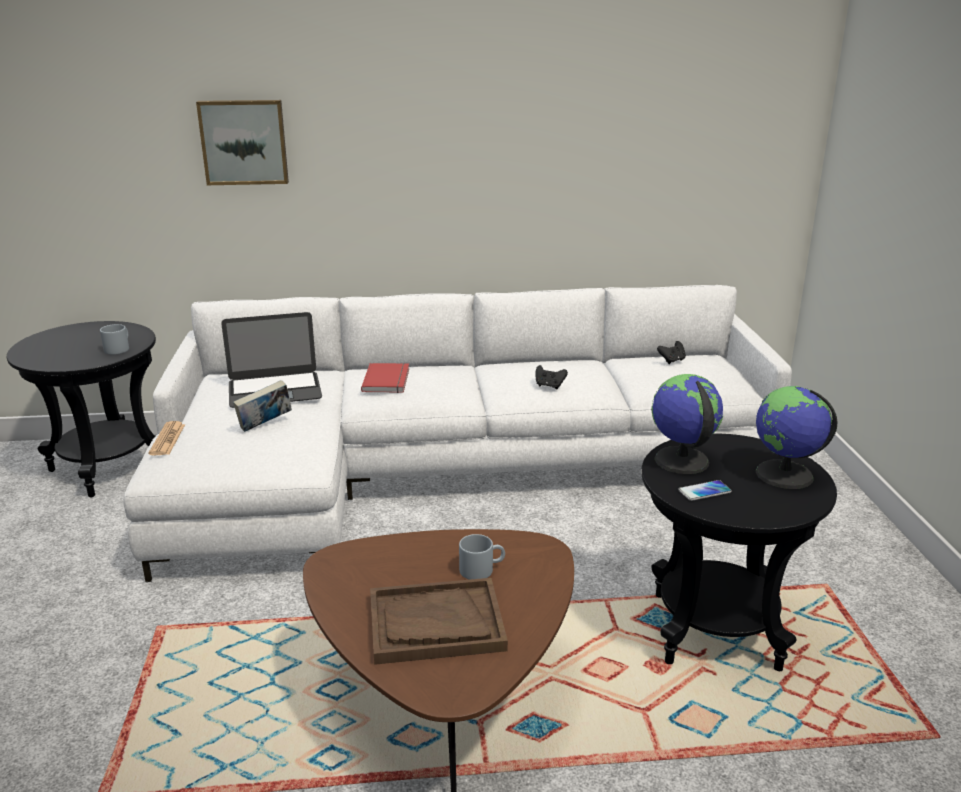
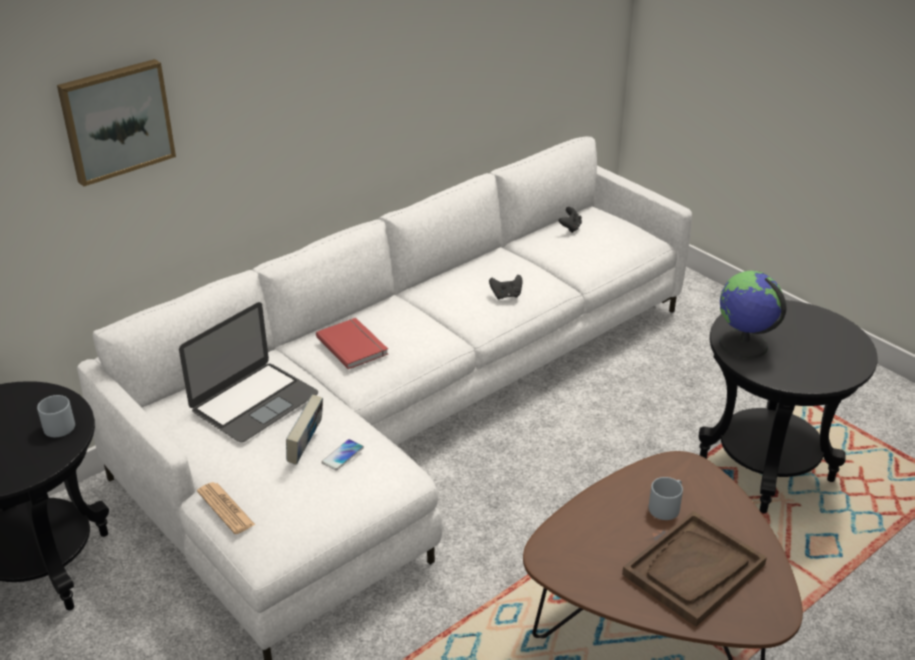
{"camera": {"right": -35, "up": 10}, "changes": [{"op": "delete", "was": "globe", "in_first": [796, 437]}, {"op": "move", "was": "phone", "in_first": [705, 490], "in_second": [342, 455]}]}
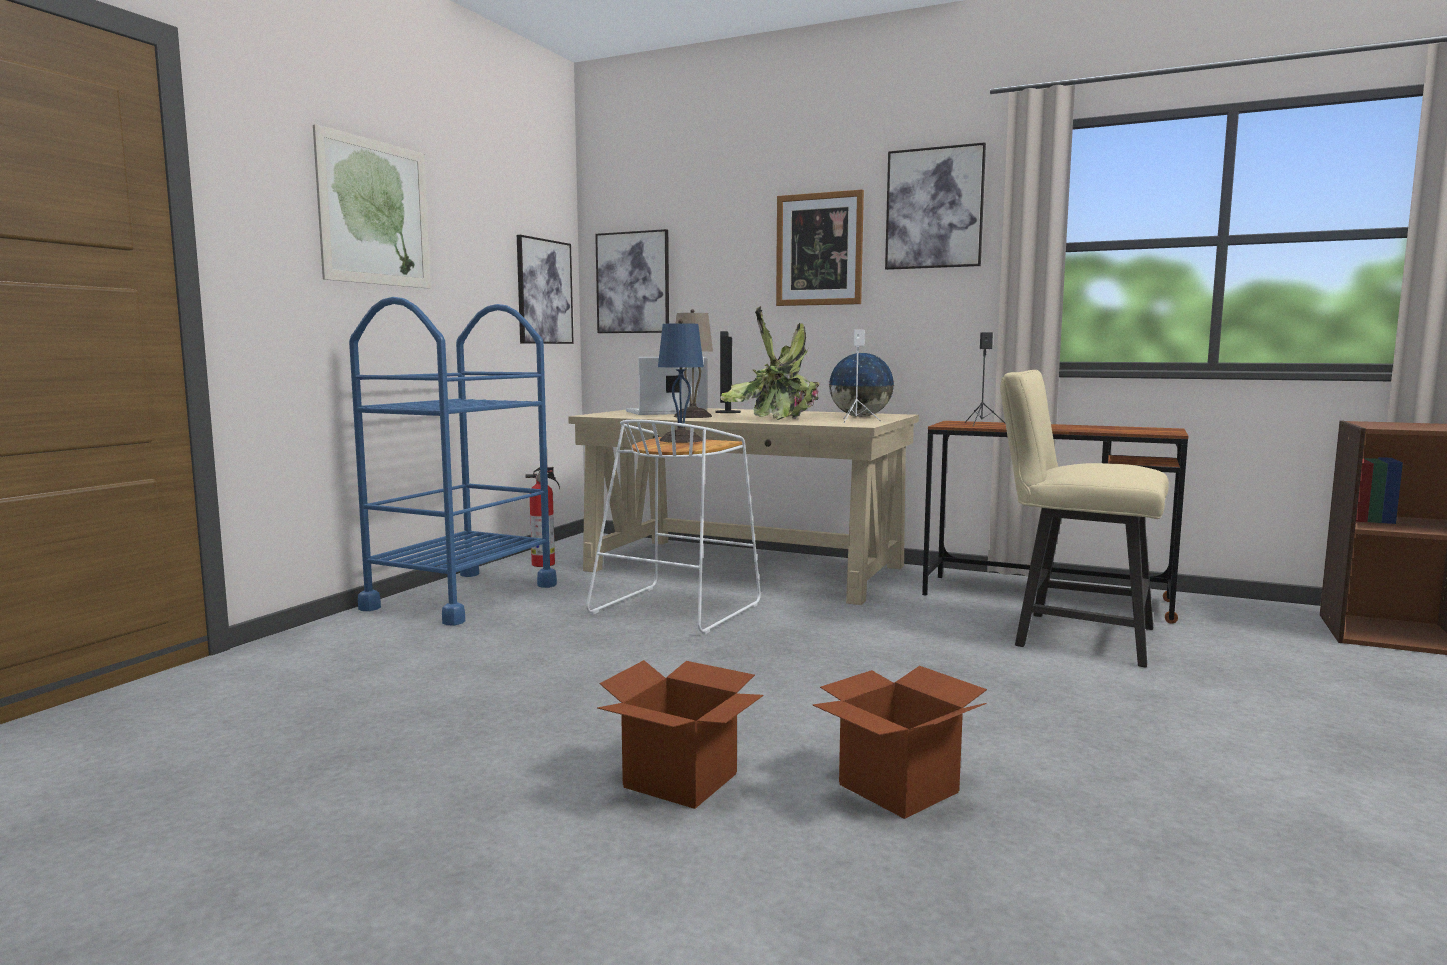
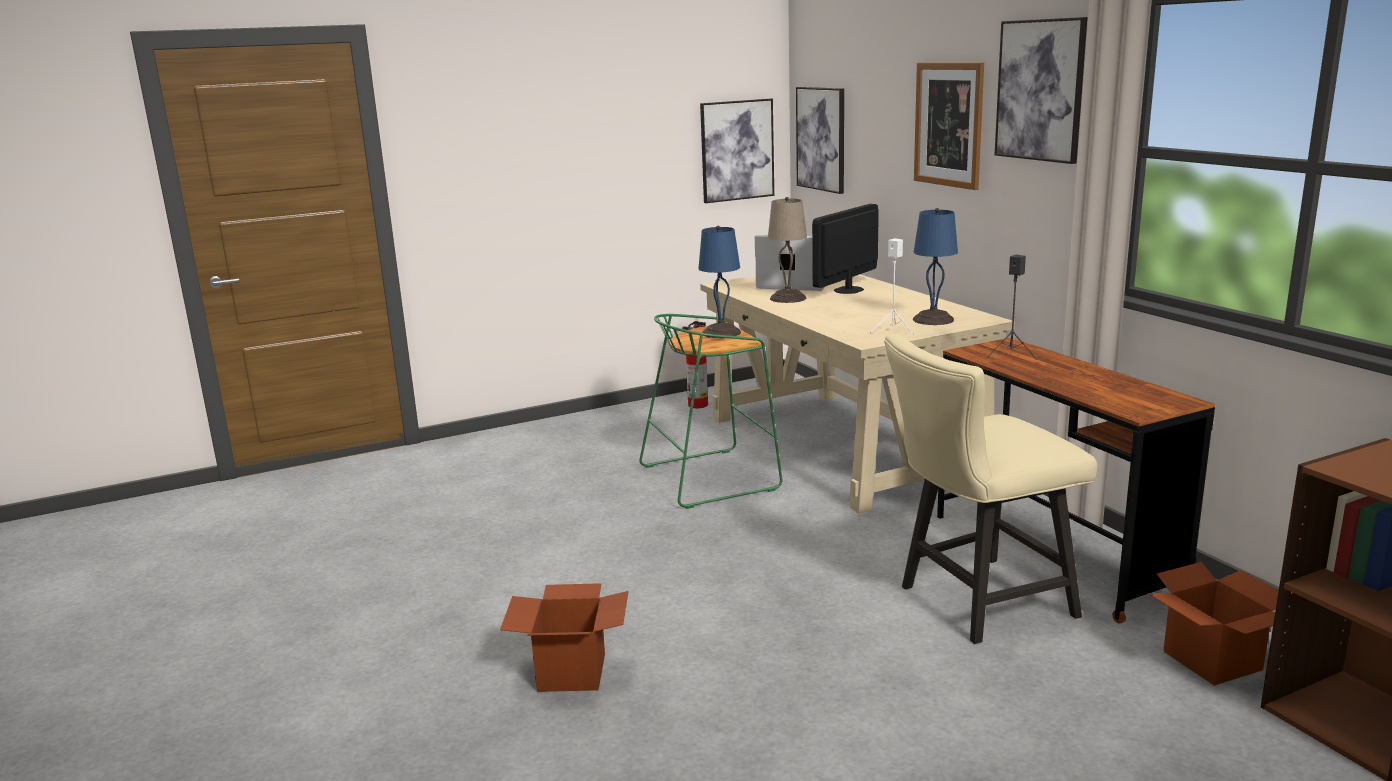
{"camera": {"right": 40, "up": 10}, "changes": [{"op": "delete", "was": "picture", "in_first": [372, 206]}, {"op": "delete", "was": "cart in blue", "in_first": [453, 461]}, {"op": "delete", "was": "potted plant", "in_first": [770, 363]}, {"op": "replace", "was": "globe", "now": "table lamp in blue", "in_first": [862, 385], "in_second": [935, 266]}, {"op": "rotate", "was": "chair in beige", "in_first": [1084, 519], "in_second": [990, 489], "clockwise": -90}, {"op": "recolor", "was": "stool in white", "now": "stool in green", "in_first": [673, 527], "in_second": [710, 411]}, {"op": "move", "was": "cardboard box", "in_first": [680, 734], "in_second": [1213, 624]}]}
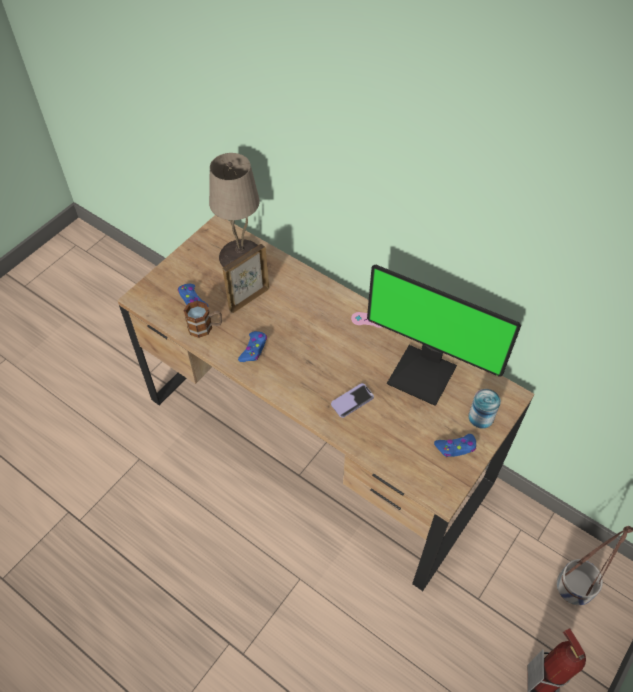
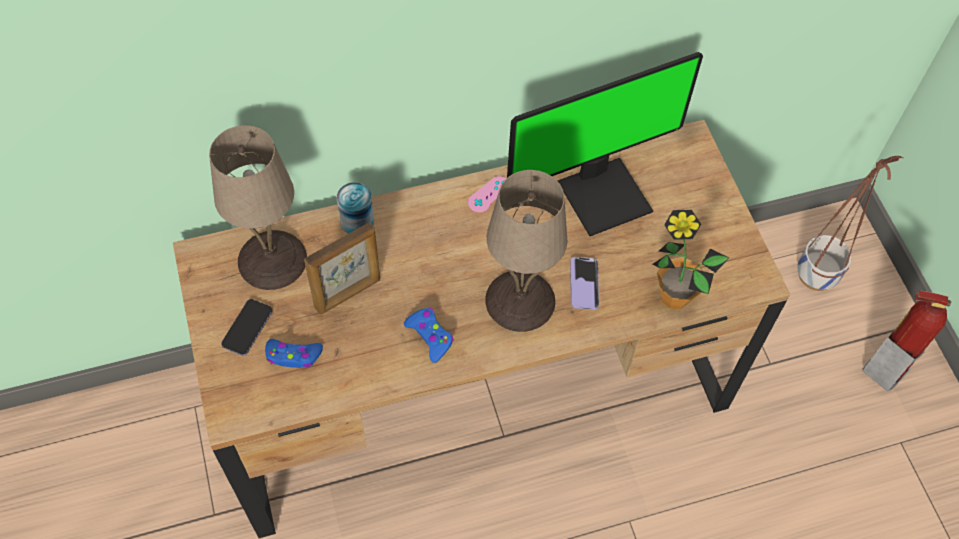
{"camera": {"right": -55, "up": 5}, "changes": [{"op": "rotate", "was": "picture frame", "in_first": [246, 278], "in_second": [342, 268], "clockwise": -120}, {"op": "delete", "was": "mug", "in_first": [203, 319]}, {"op": "move", "was": "can", "in_first": [484, 409], "in_second": [355, 208]}, {"op": "delete", "was": "game controller in blue", "in_first": [455, 445]}, {"op": "insert", "now": "table lamp in beige", "in_second": [526, 251]}, {"op": "insert", "now": "potted plant", "in_second": [690, 259]}, {"op": "insert", "now": "phone", "in_second": [247, 327]}]}
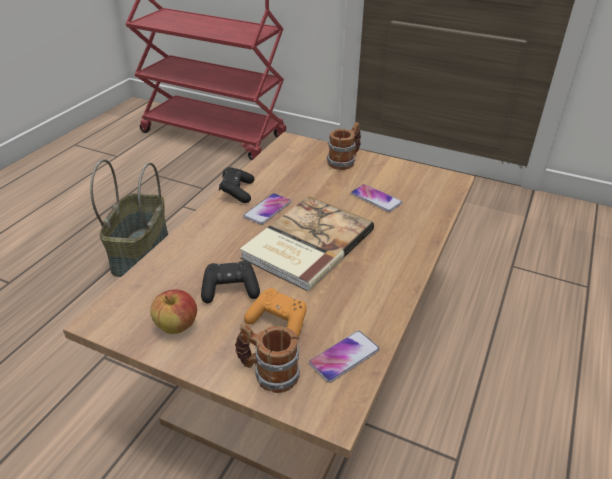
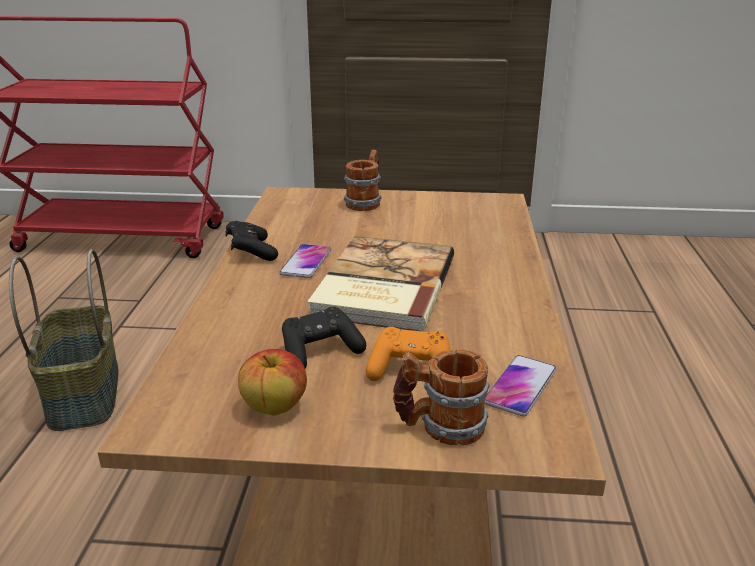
{"camera": {"right": -20, "up": -10}, "changes": [{"op": "delete", "was": "phone", "in_first": [376, 198]}]}
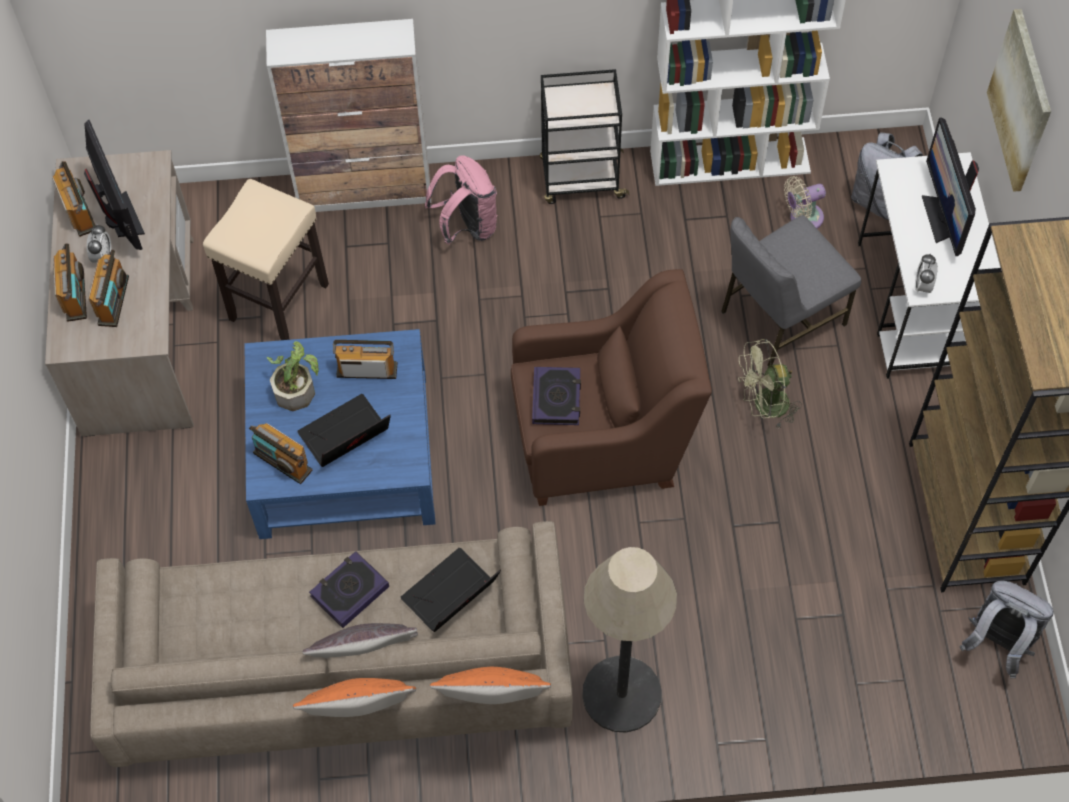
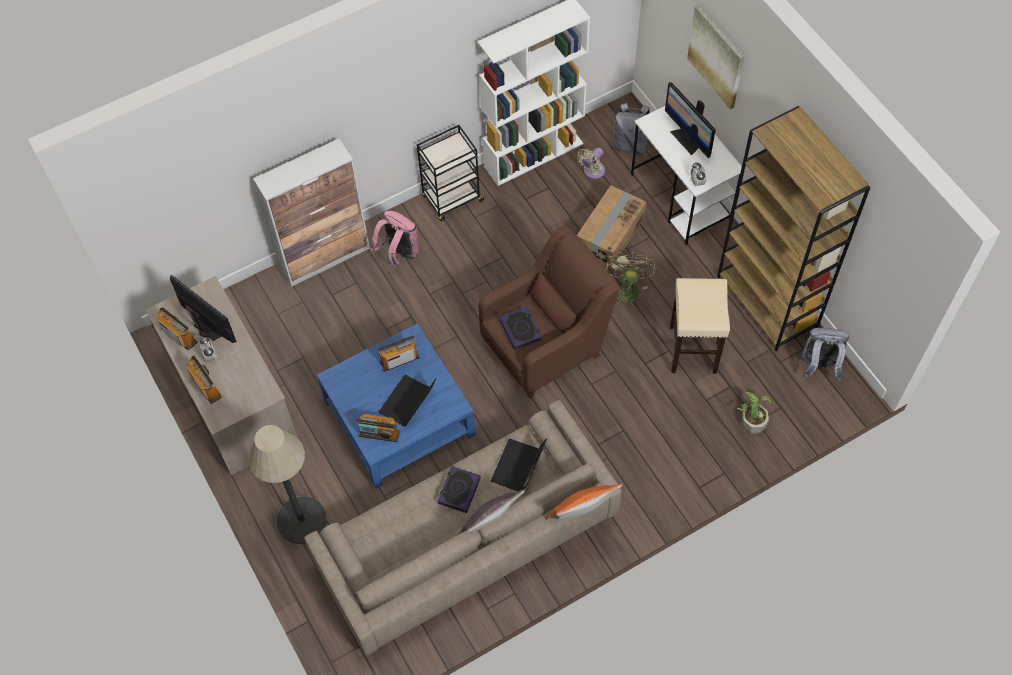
{"camera": {"right": -25, "up": 0}, "changes": [{"op": "move", "was": "stool in beige", "in_first": [266, 259], "in_second": [700, 326]}, {"op": "replace", "was": "chair in grey", "now": "cardboard box", "in_first": [791, 290], "in_second": [611, 226]}, {"op": "delete", "was": "radio", "in_first": [108, 288]}, {"op": "rotate", "was": "fan in green", "in_first": [770, 384], "in_second": [631, 280], "clockwise": 135}, {"op": "move", "was": "potted plant", "in_first": [292, 376], "in_second": [755, 413]}, {"op": "move", "was": "floor lamp", "in_first": [629, 640], "in_second": [287, 484]}, {"op": "delete", "was": "pillow in orange", "in_first": [354, 697]}]}
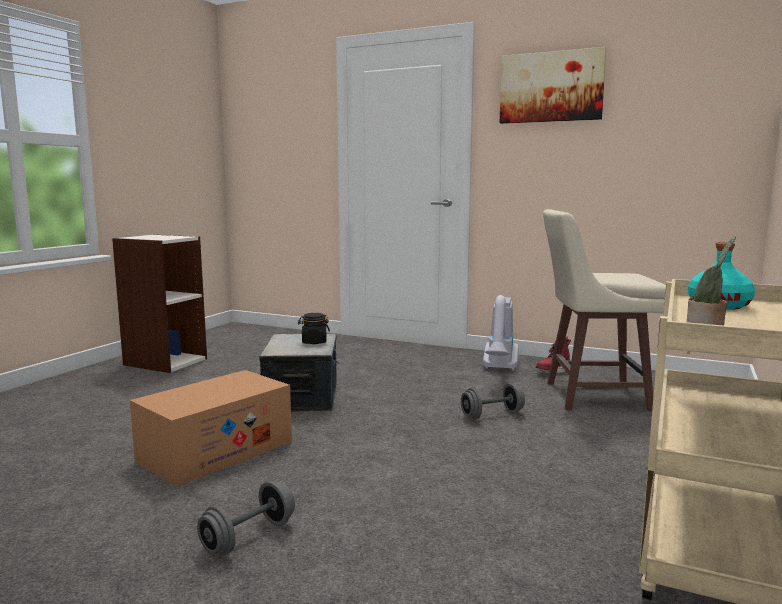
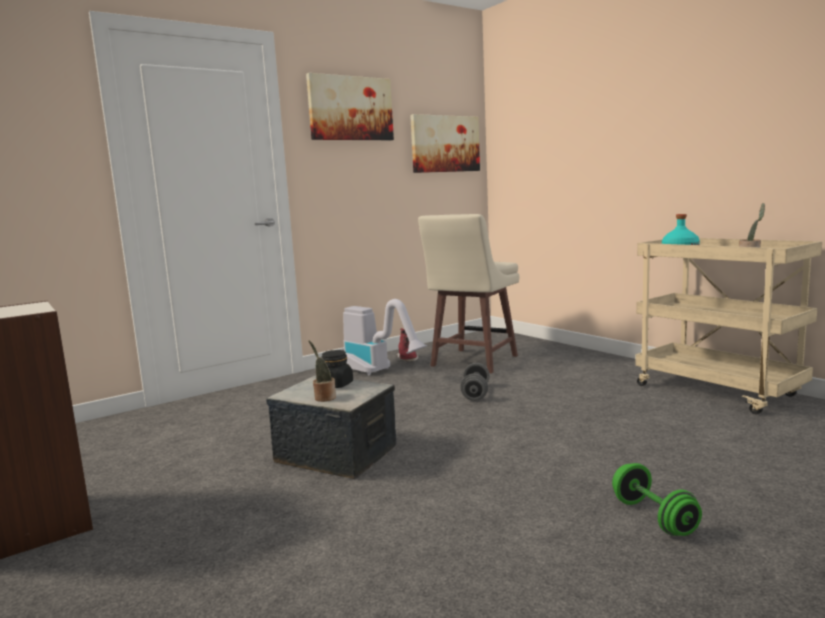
{"camera": {"right": -60, "up": 0}, "changes": [{"op": "delete", "was": "cardboard box", "in_first": [211, 428]}, {"op": "recolor", "was": "dumbbell in grey", "now": "dumbbell in green", "in_first": [246, 518], "in_second": [657, 499]}, {"op": "insert", "now": "picture", "in_second": [445, 143]}, {"op": "insert", "now": "potted plant", "in_second": [322, 371]}]}
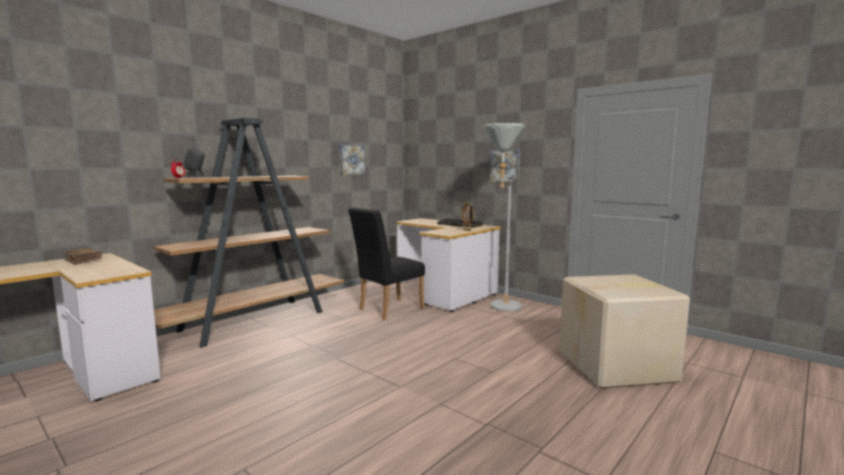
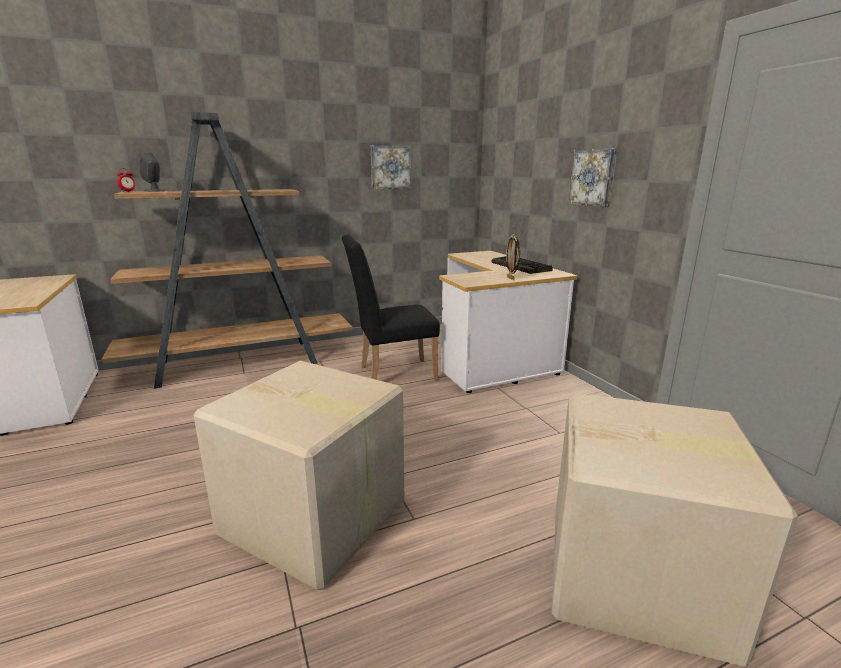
{"camera": {"right": 25, "up": 10}, "changes": [{"op": "delete", "was": "floor lamp in grey", "in_first": [504, 217]}, {"op": "delete", "was": "book in brown", "in_first": [82, 256]}, {"op": "insert", "now": "cardboard box", "in_second": [299, 475]}]}
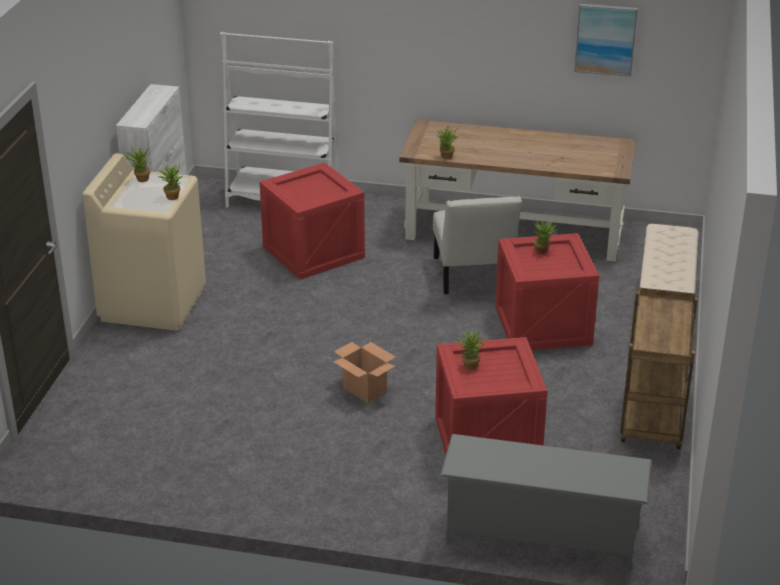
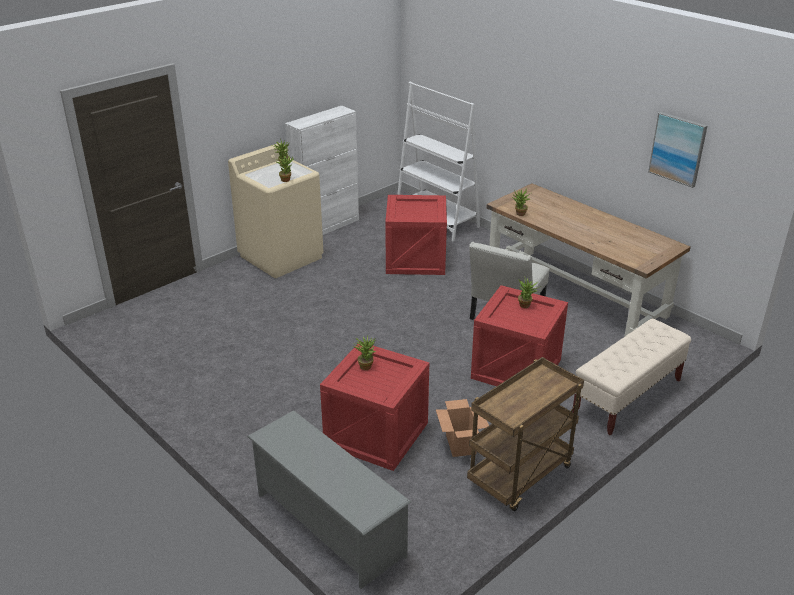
{"camera": {"right": 35, "up": 0}, "changes": [{"op": "move", "was": "cardboard box", "in_first": [364, 372], "in_second": [462, 428]}]}
